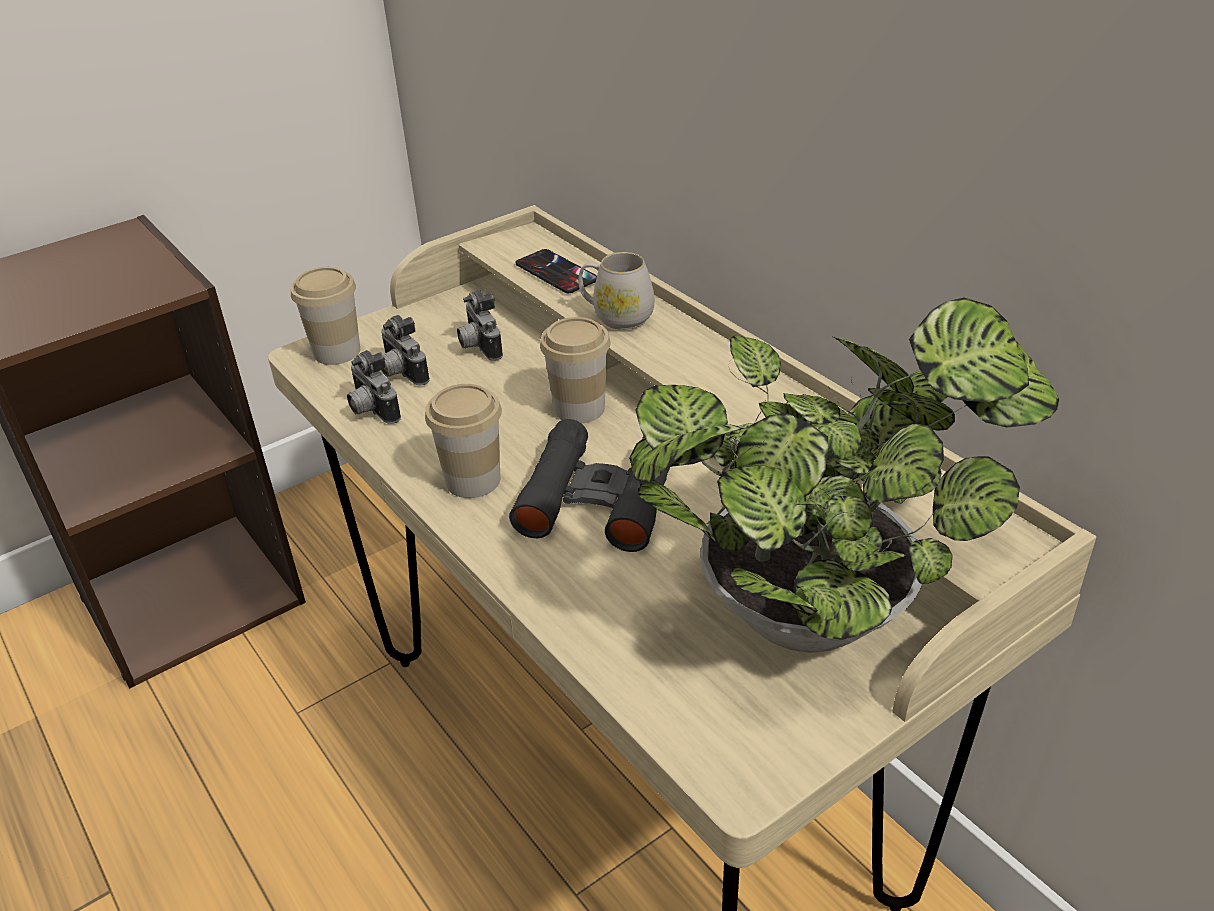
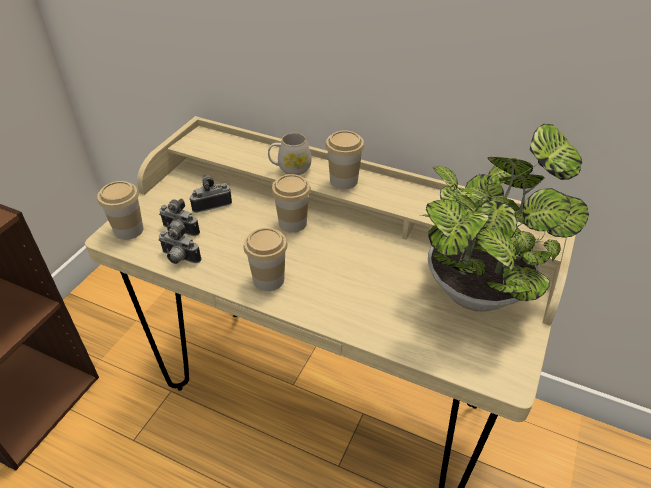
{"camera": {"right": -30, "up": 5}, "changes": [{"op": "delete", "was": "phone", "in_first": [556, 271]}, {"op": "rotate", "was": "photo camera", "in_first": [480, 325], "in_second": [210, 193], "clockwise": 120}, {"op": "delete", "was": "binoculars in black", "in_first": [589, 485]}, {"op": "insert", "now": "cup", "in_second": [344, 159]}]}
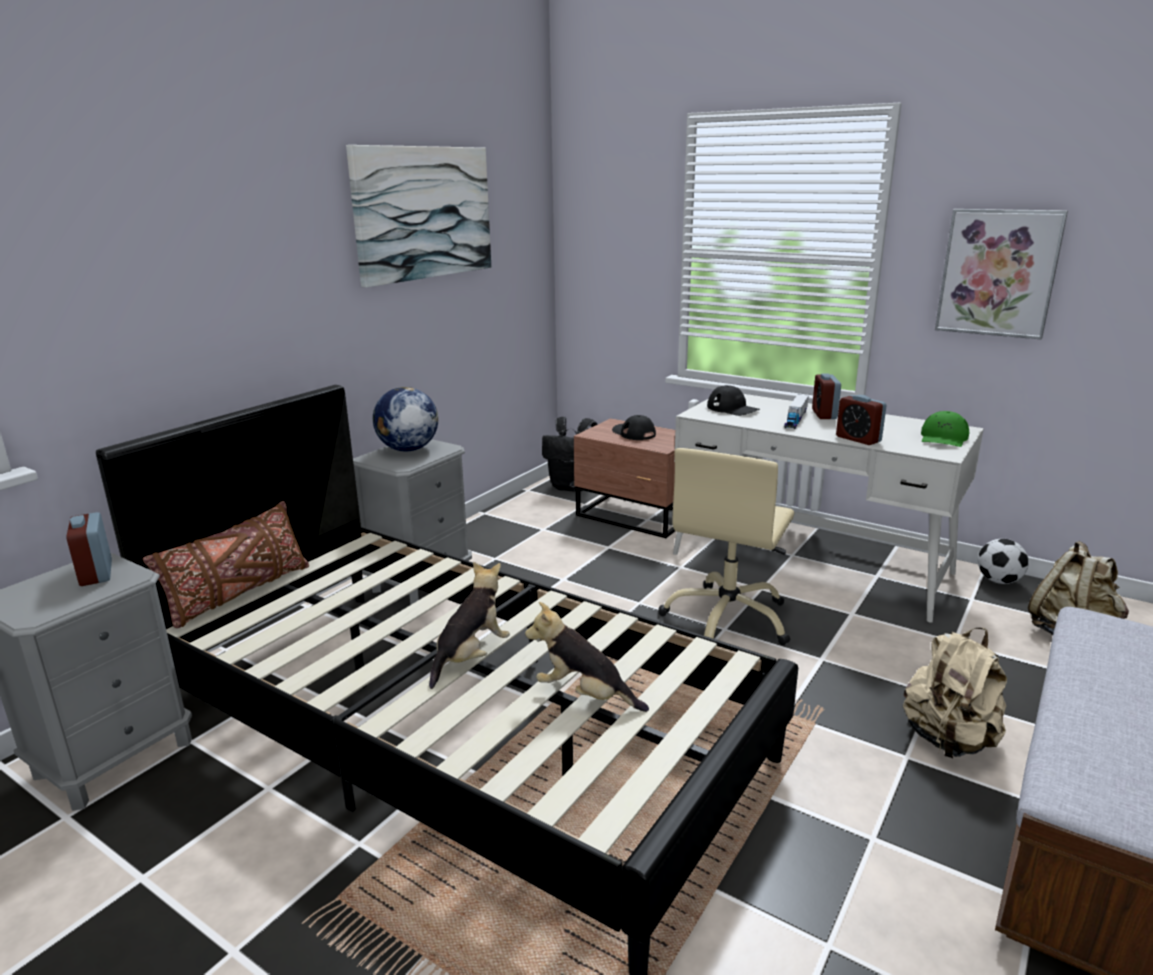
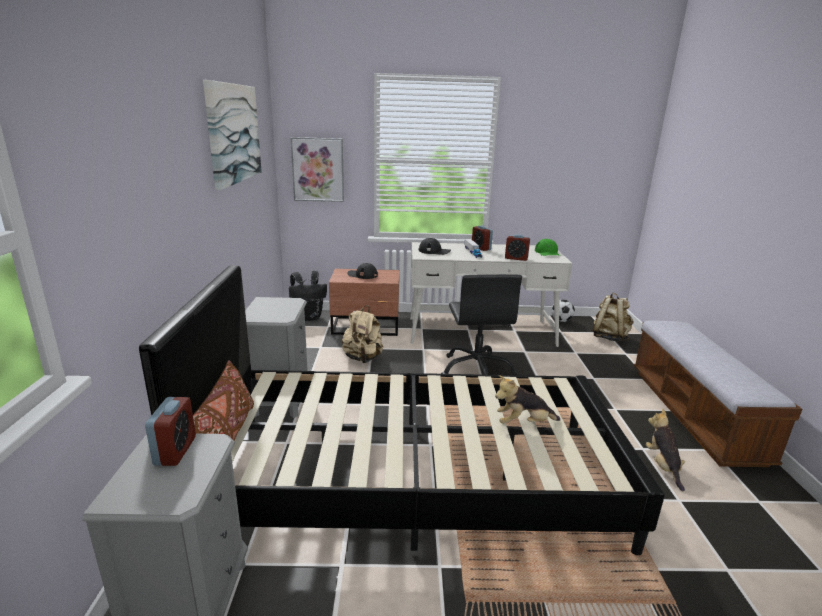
{"camera": {"right": -35, "up": 0}, "changes": [{"op": "move", "was": "picture", "in_first": [1001, 274], "in_second": [317, 169]}, {"op": "delete", "was": "globe", "in_first": [405, 419]}, {"op": "recolor", "was": "office chair in beige", "now": "office chair in black", "in_first": [726, 547], "in_second": [481, 324]}, {"op": "rotate", "was": "alarm clock", "in_first": [89, 549], "in_second": [170, 431], "clockwise": -120}, {"op": "move", "was": "plush toy", "in_first": [469, 625], "in_second": [665, 450]}, {"op": "move", "was": "backpack in beige", "in_first": [955, 693], "in_second": [362, 334]}]}
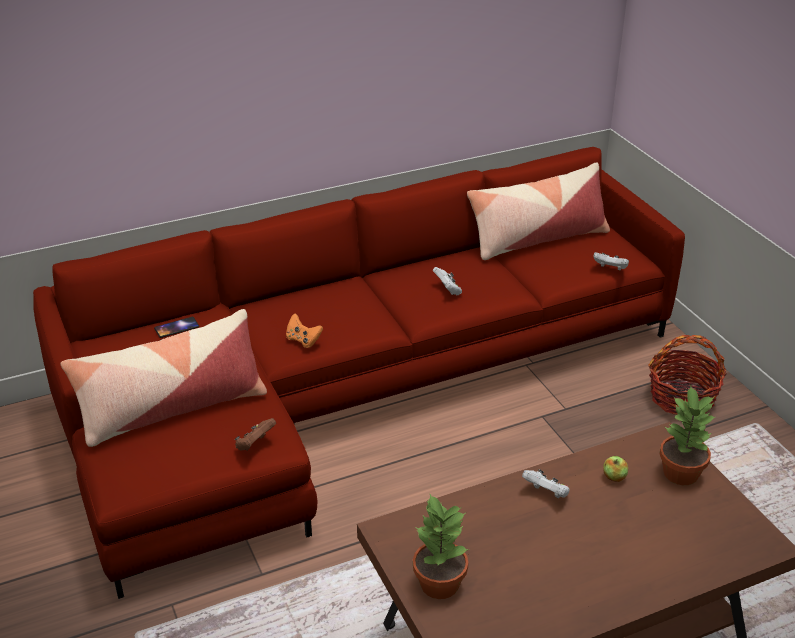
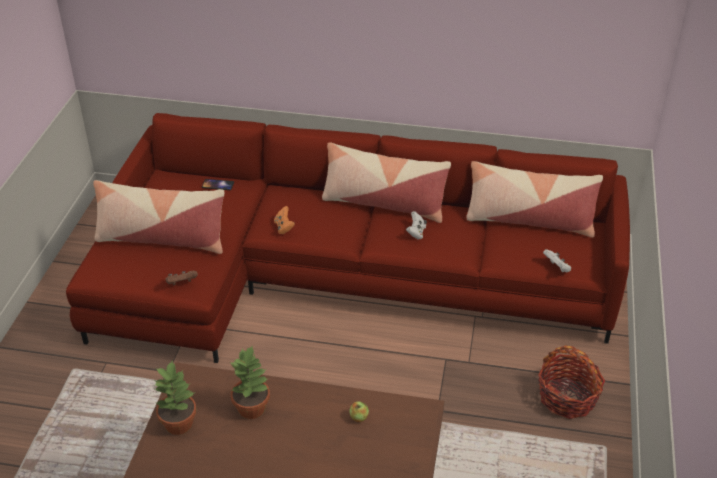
{"camera": {"right": 35, "up": 5}, "changes": [{"op": "move", "was": "potted plant", "in_first": [687, 435], "in_second": [250, 382]}, {"op": "delete", "was": "game controller in white", "in_first": [546, 483]}, {"op": "insert", "now": "pillow", "in_second": [386, 182]}]}
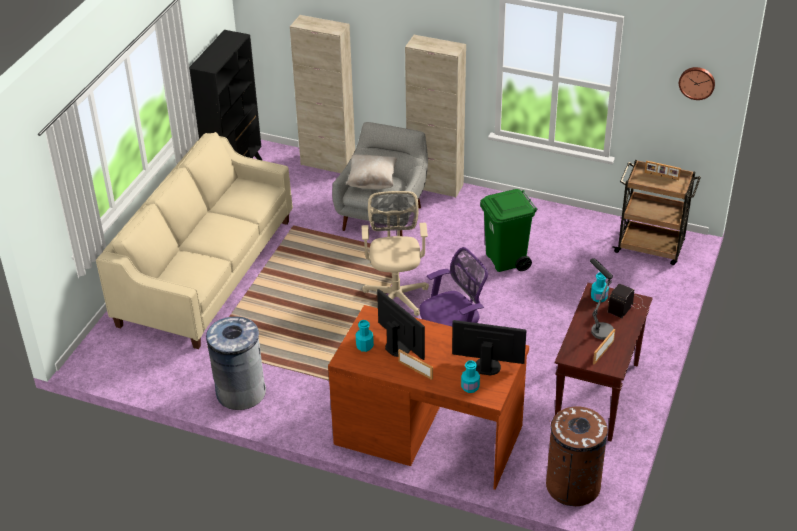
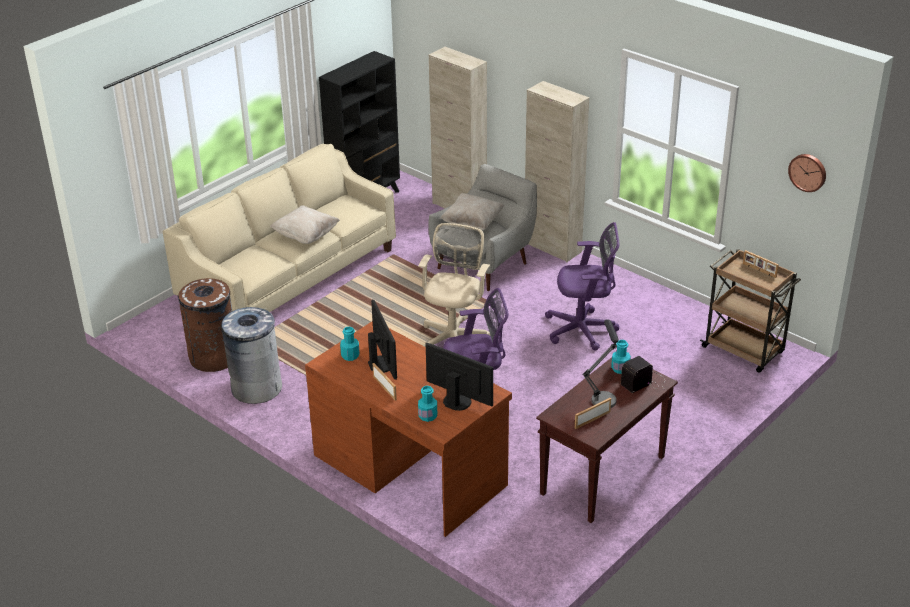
{"camera": {"right": 20, "up": -5}, "changes": [{"op": "replace", "was": "trash can in green", "now": "office chair in purple", "in_first": [508, 230], "in_second": [582, 286]}, {"op": "move", "was": "trash can in brown", "in_first": [577, 456], "in_second": [205, 325]}, {"op": "insert", "now": "pillow in beige", "in_second": [305, 224]}]}
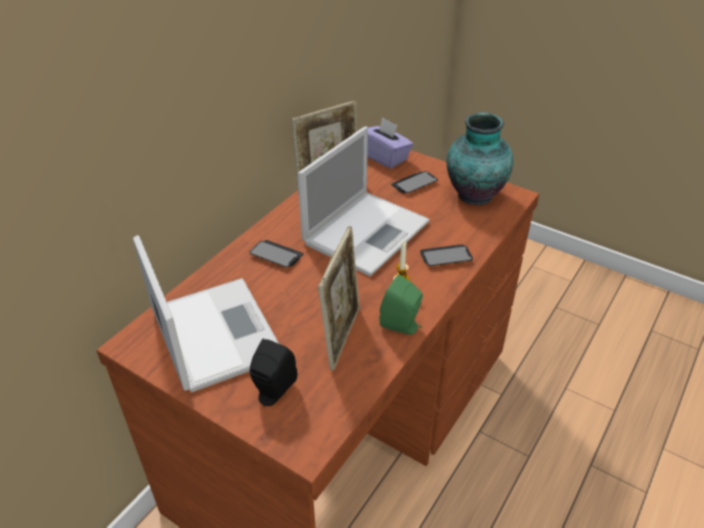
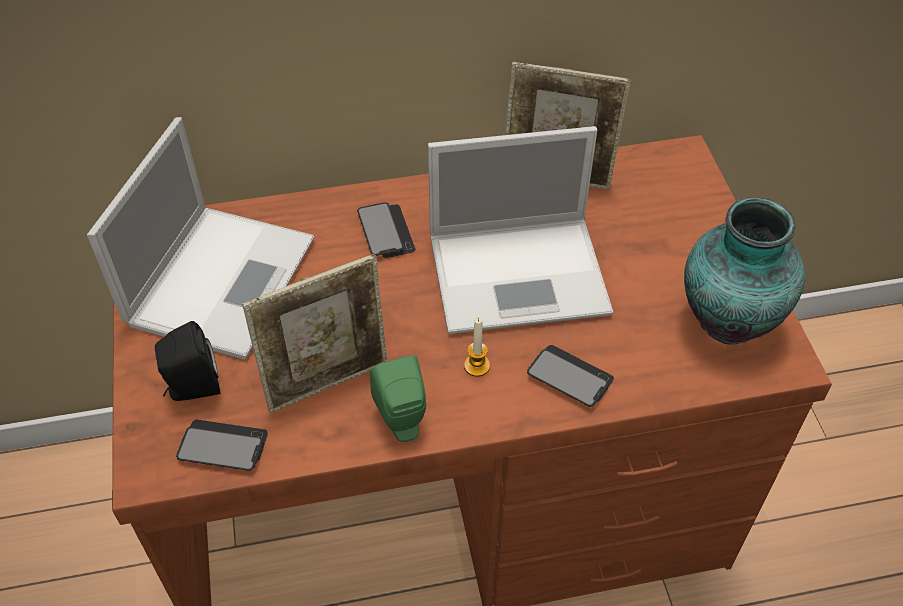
{"camera": {"right": 45, "up": 10}, "changes": [{"op": "delete", "was": "tissue box in purple", "in_first": [385, 143]}, {"op": "move", "was": "phone", "in_first": [414, 182], "in_second": [222, 445]}]}
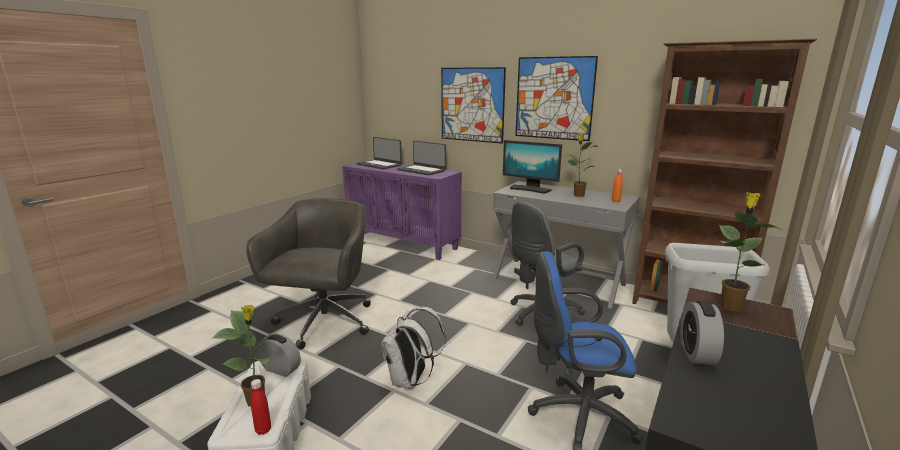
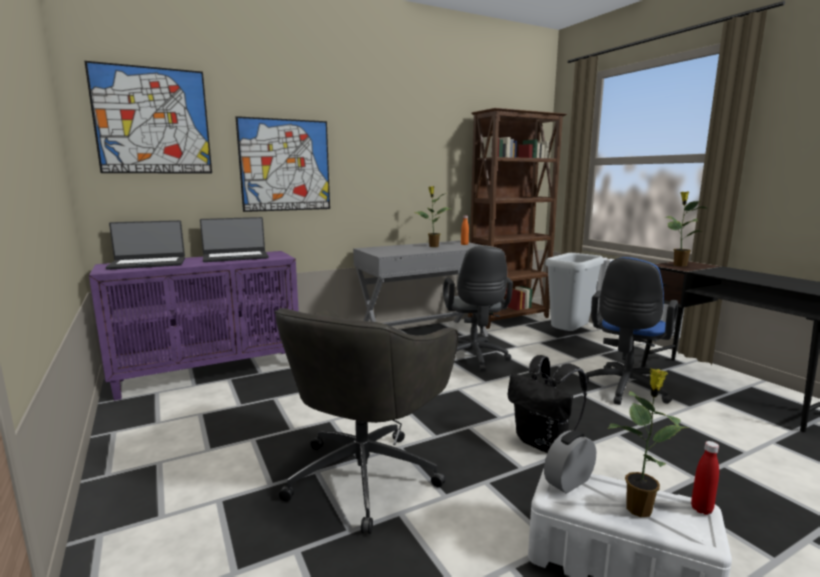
{"camera": {"right": -60, "up": -5}, "changes": [{"op": "move", "was": "picture", "in_first": [556, 98], "in_second": [148, 117]}, {"op": "delete", "was": "monitor", "in_first": [532, 167]}, {"op": "rotate", "was": "office chair in grey", "in_first": [308, 274], "in_second": [366, 421], "clockwise": -105}, {"op": "delete", "was": "alarm clock", "in_first": [702, 333]}, {"op": "recolor", "was": "backpack in white", "now": "backpack in black", "in_first": [413, 348], "in_second": [547, 404]}]}
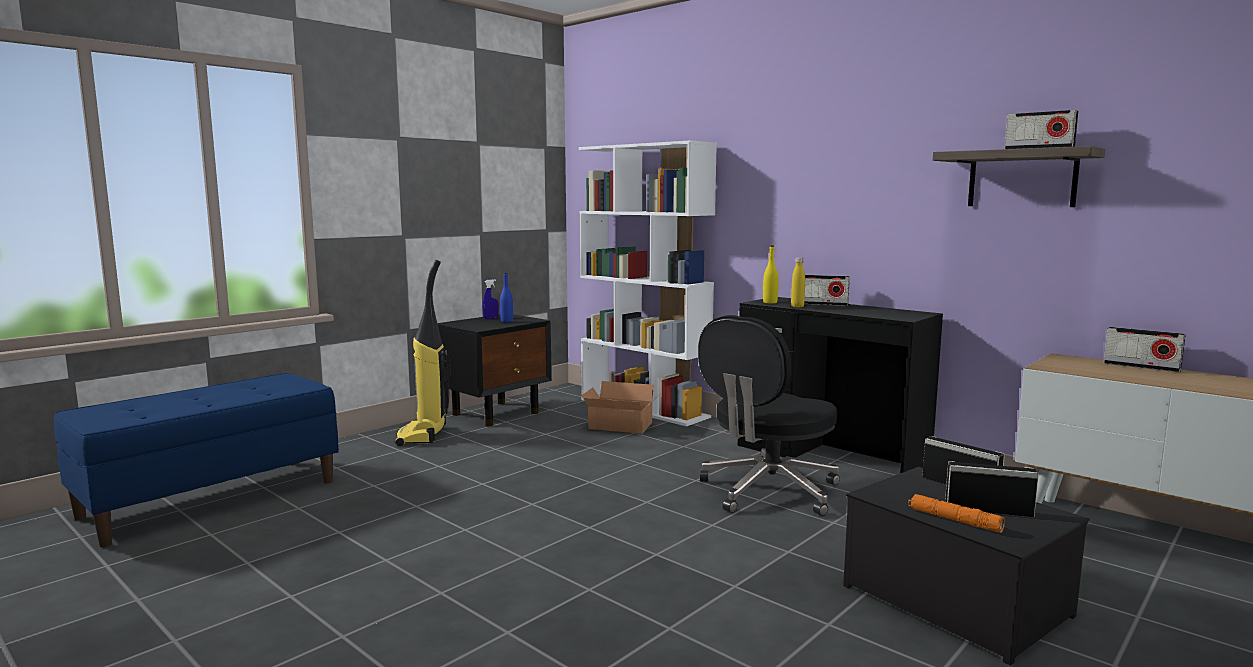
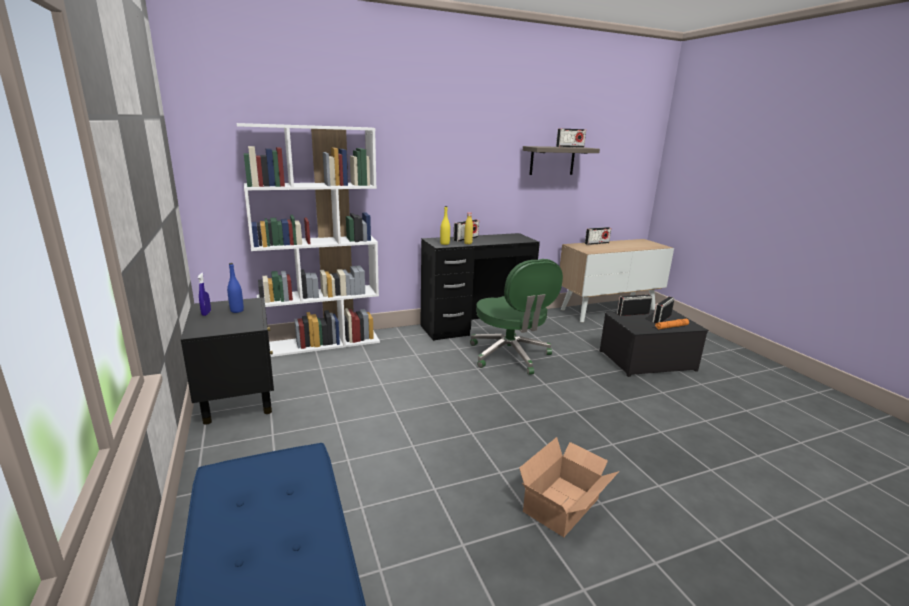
{"camera": {"right": -65, "up": 10}, "changes": [{"op": "delete", "was": "vacuum cleaner", "in_first": [423, 353]}, {"op": "recolor", "was": "office chair in black", "now": "office chair in green", "in_first": [769, 415], "in_second": [516, 317]}, {"op": "move", "was": "cardboard box", "in_first": [621, 407], "in_second": [569, 487]}]}
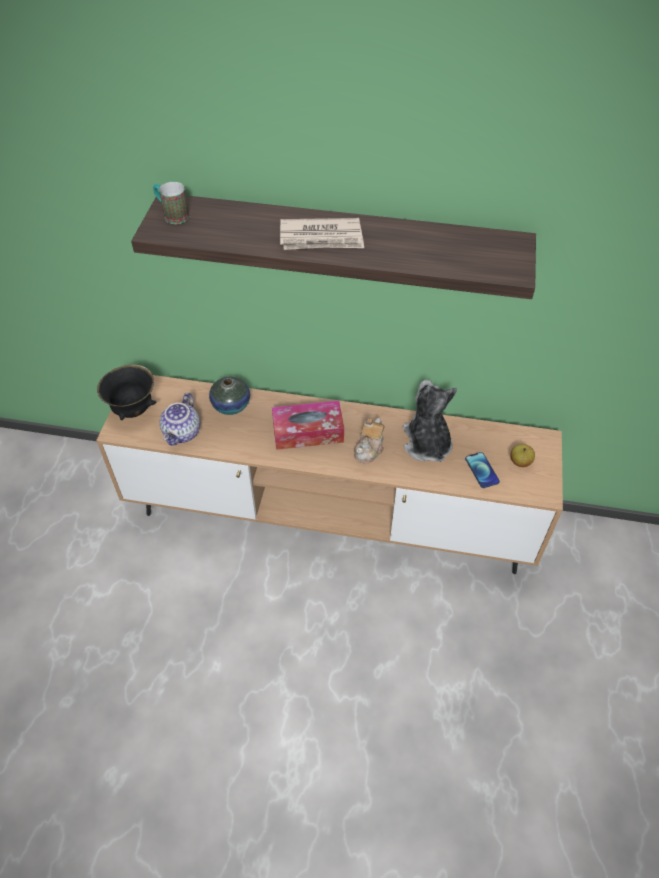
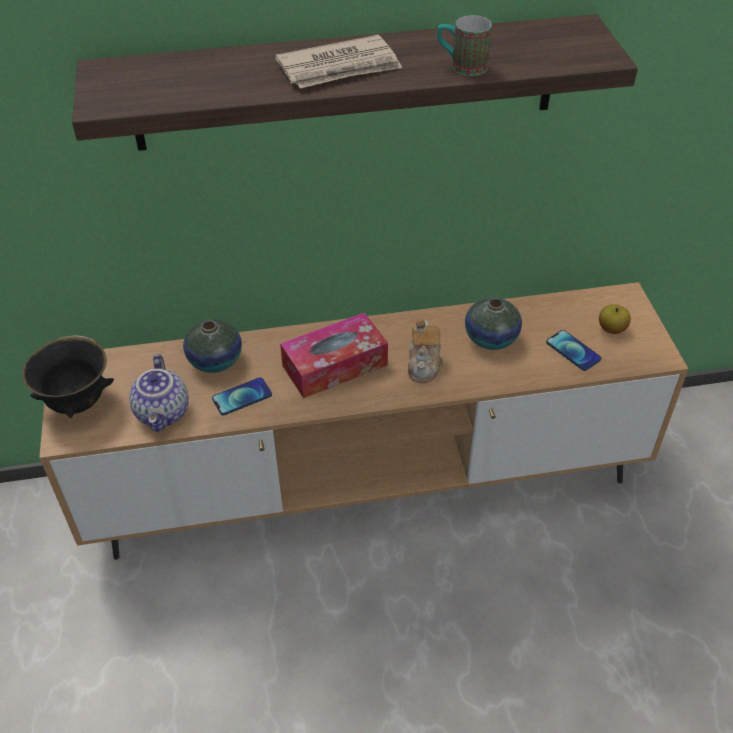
{"camera": {"right": -20, "up": -5}, "changes": [{"op": "move", "was": "mug", "in_first": [171, 203], "in_second": [464, 45]}, {"op": "replace", "was": "plush toy", "now": "vase", "in_first": [430, 421], "in_second": [493, 323]}, {"op": "insert", "now": "phone", "in_second": [242, 396]}]}
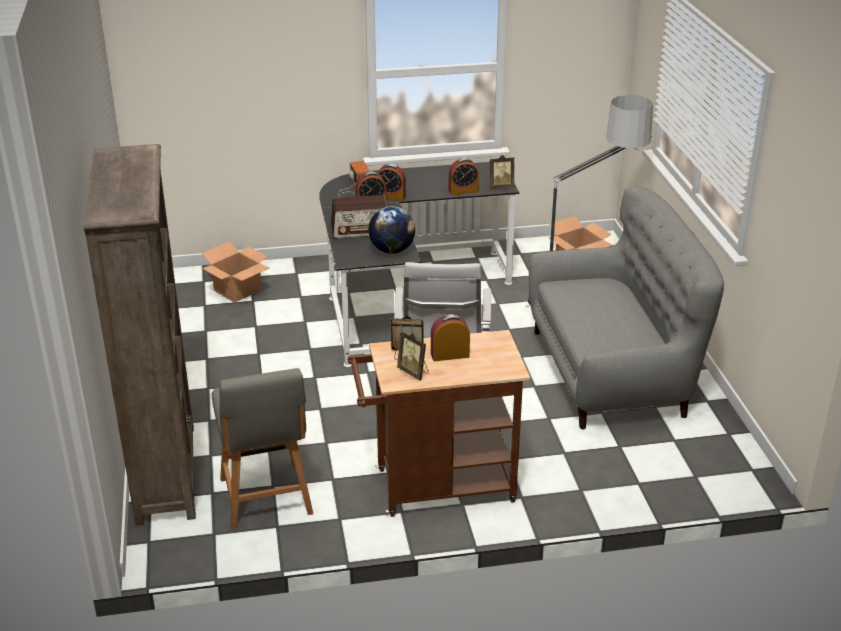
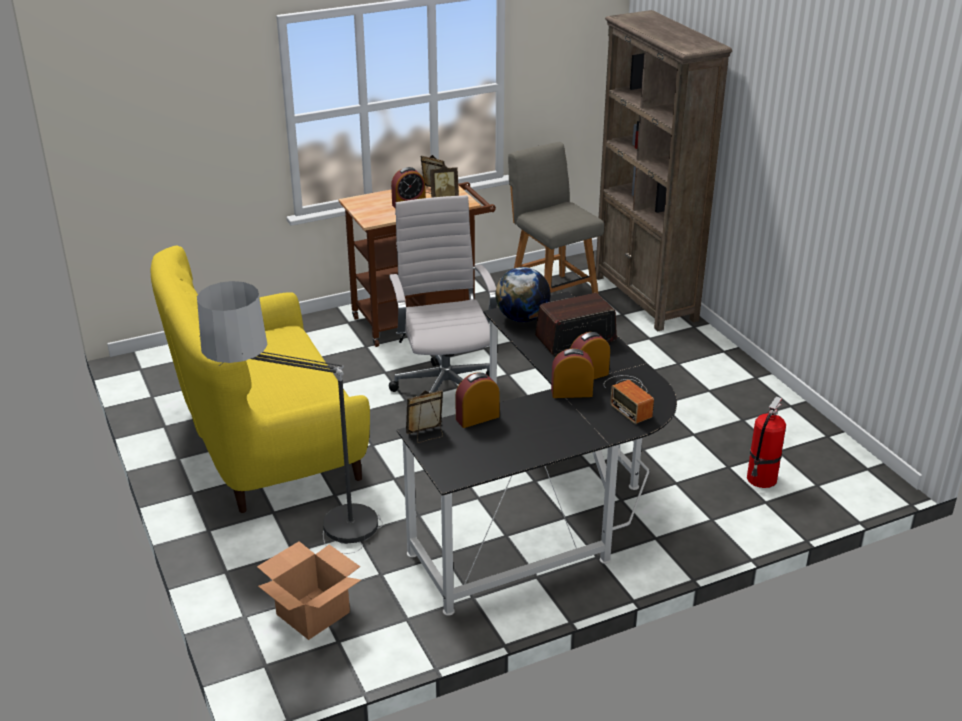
{"camera": {"right": 165, "up": 0}, "changes": [{"op": "recolor", "was": "sofa in grey", "now": "sofa in yellow", "in_first": [626, 307], "in_second": [260, 379]}, {"op": "replace", "was": "cardboard box", "now": "fire extinguisher", "in_first": [235, 272], "in_second": [766, 442]}]}
